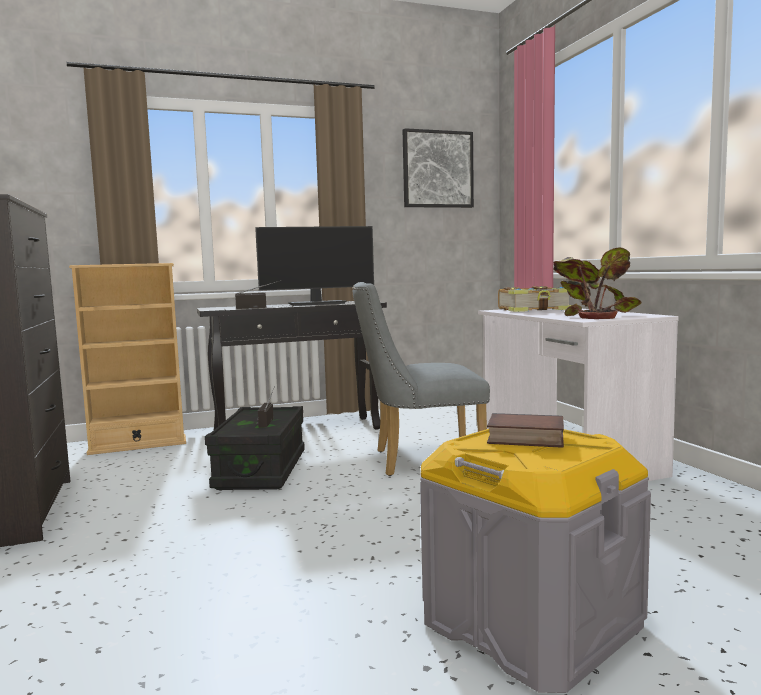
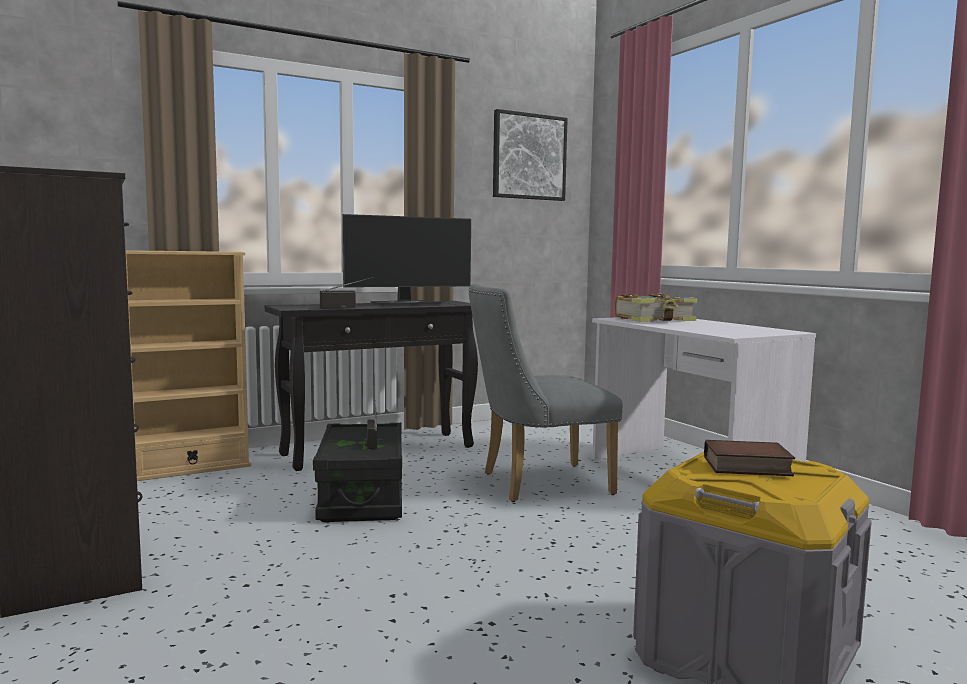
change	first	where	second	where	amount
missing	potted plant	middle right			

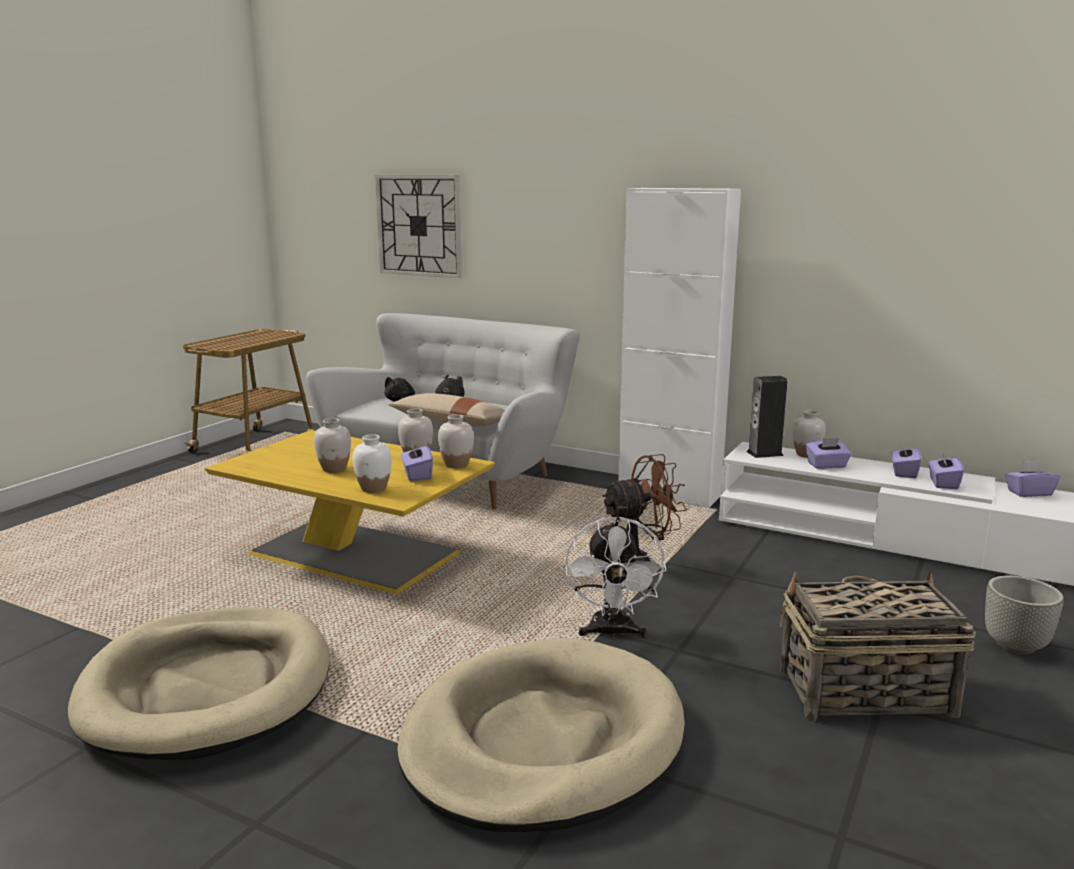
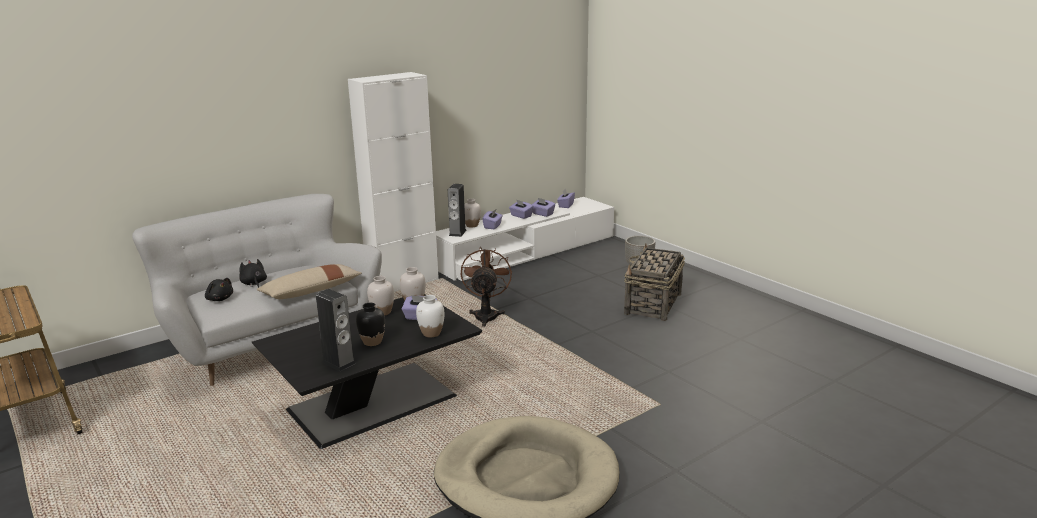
change	first	where	second	where	amount
colour	yellow coffee table	middle left	black coffee table	bottom centre	
colour	white vase (no. 1 from left)	middle left	black vase	centre	
missing	wall clock	top centre			
missing	beige dog bed (no. 2 from left)	bottom centre			
missing	white fan	centre			
appeared			speaker (no. 1 from left)	middle left	

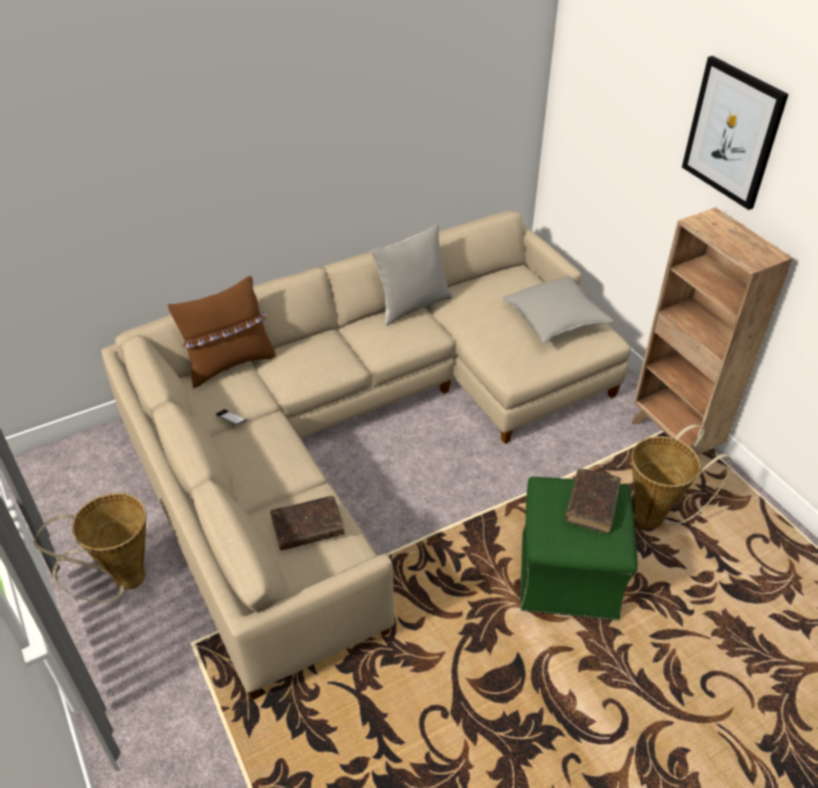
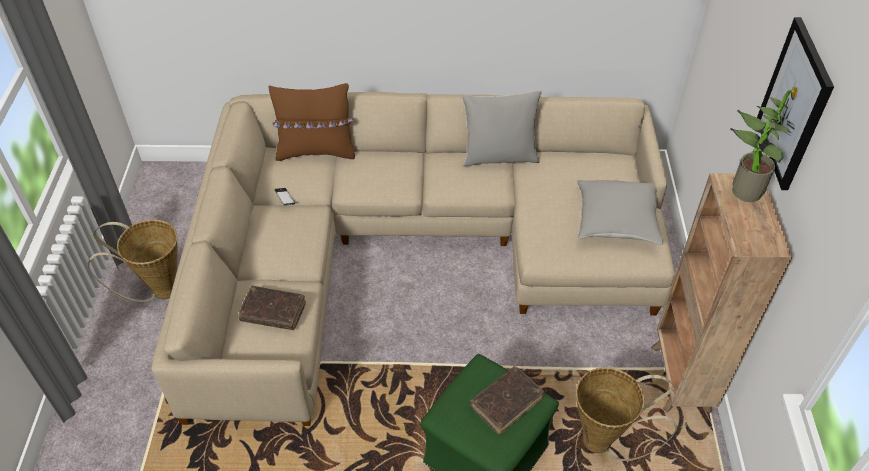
change	first	where	second	where	amount
appeared			potted plant	top right	

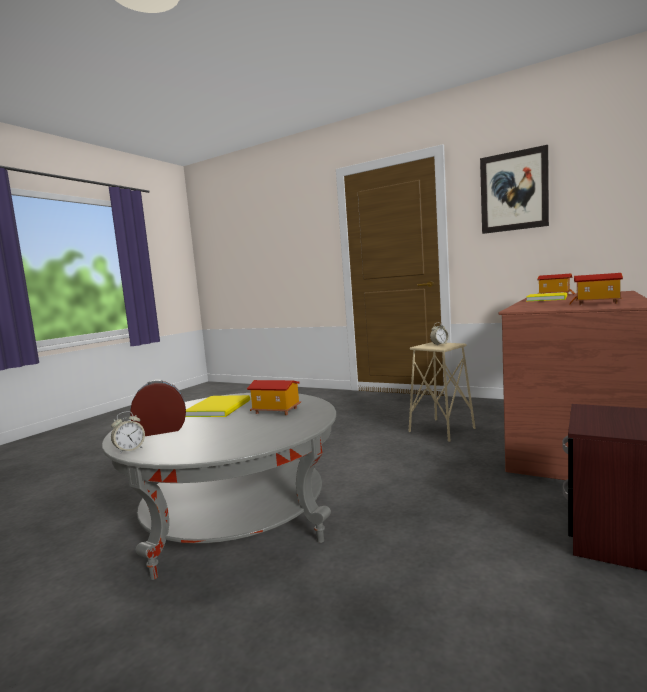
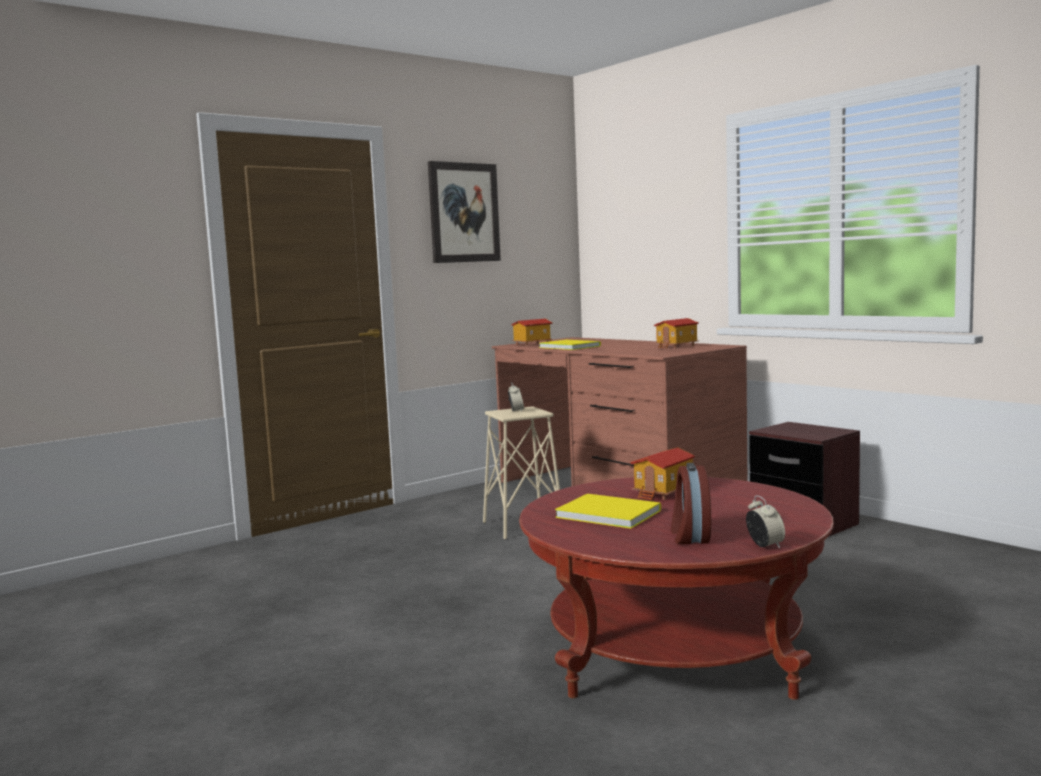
change	first	where	second	where	amount
colour	grey coffee table	bottom centre	red coffee table	bottom centre	

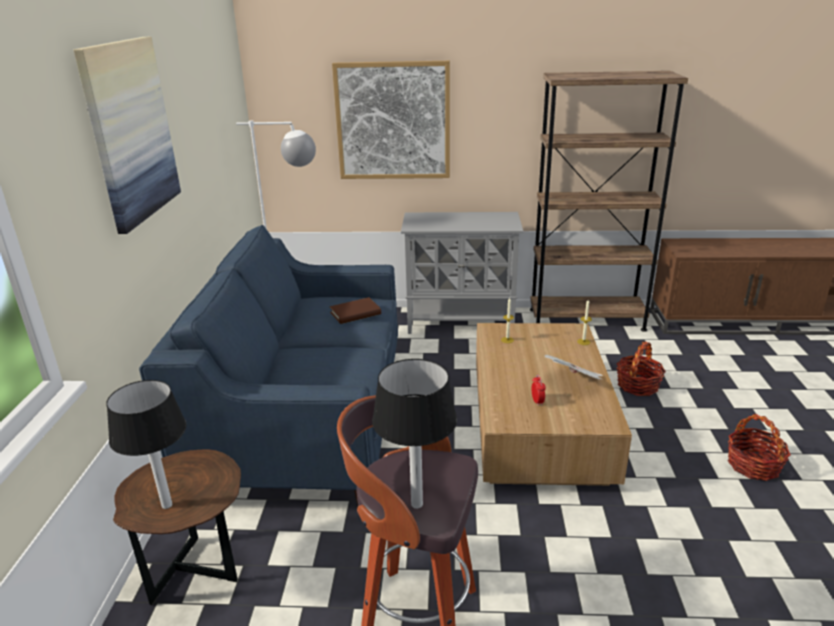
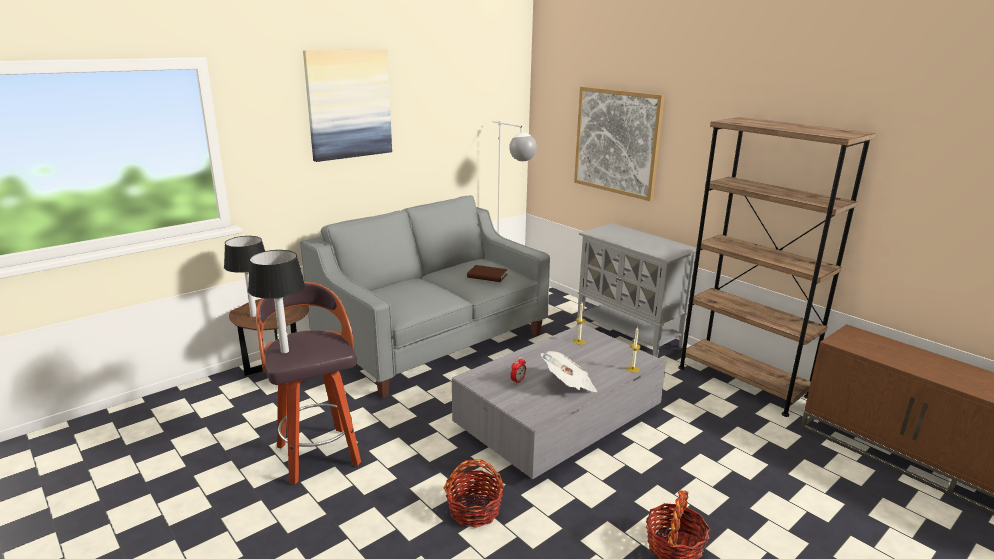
change	first	where	second	where	amount
colour	blue sofa	middle left	grey sofa	centre	
colour	brown coffee table	centre	grey coffee table	bottom centre	
relocated	basket (no. 1 from left)	middle right		bottom centre	

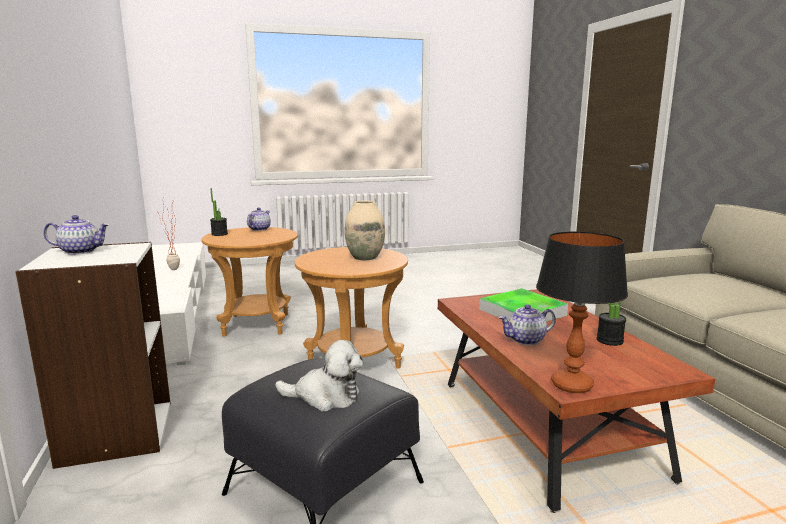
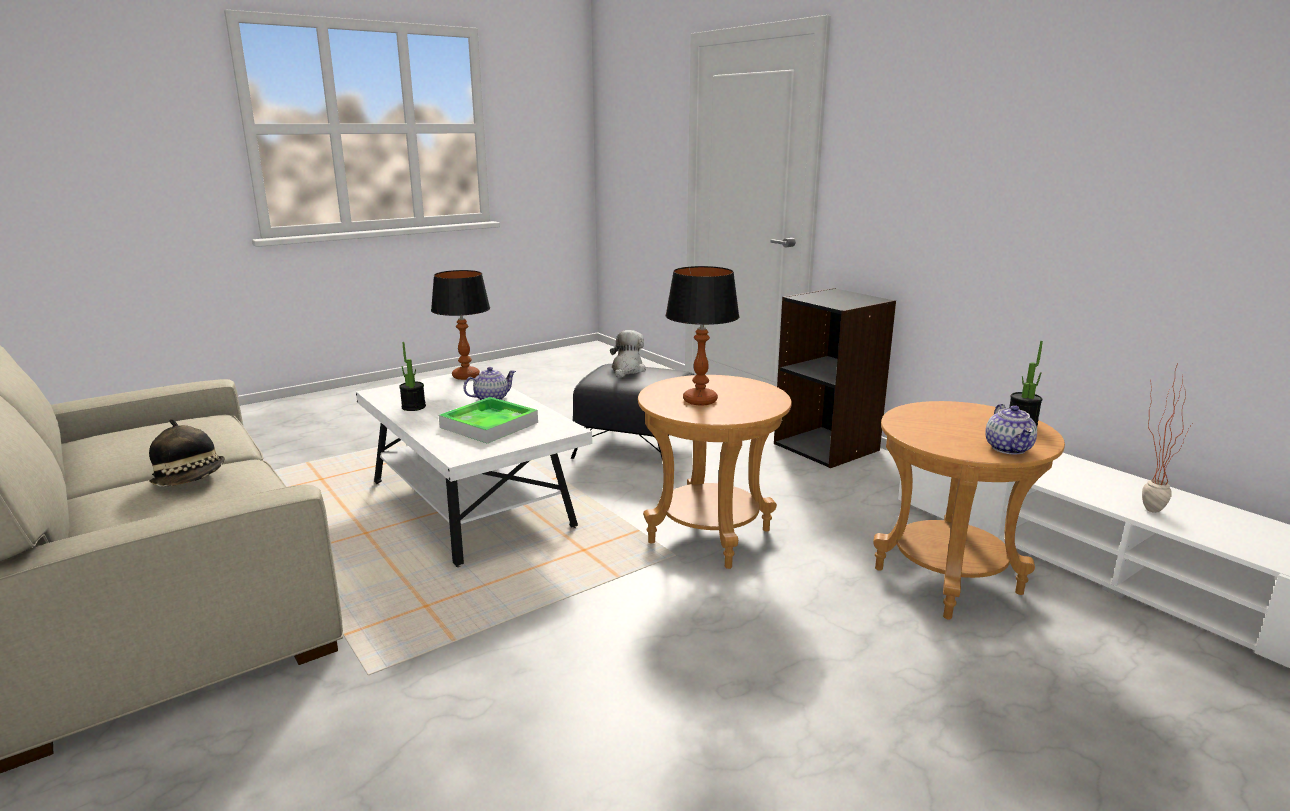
change	first	where	second	where	amount
colour	white bookcase	bottom left	black bookcase	centre	
missing	teapot (no. 1 from left)	middle left			
spun	plush toy	bottom centre		centre	120 degrees clockwise
exchanged	beige vase	centre	table lamp (no. 2 from left)	centre	
colour	brown coffee table	bottom right	white coffee table	centre	
appeared			hat	middle left	

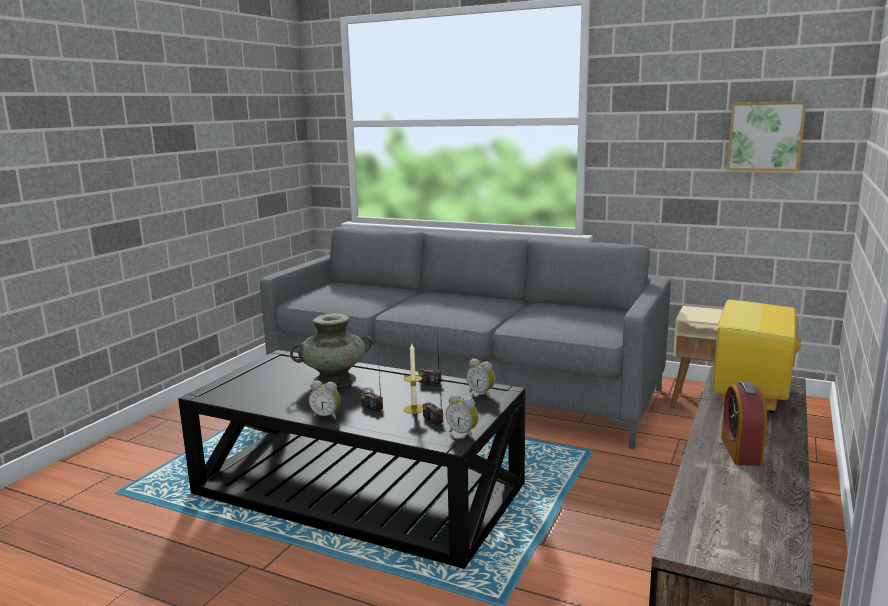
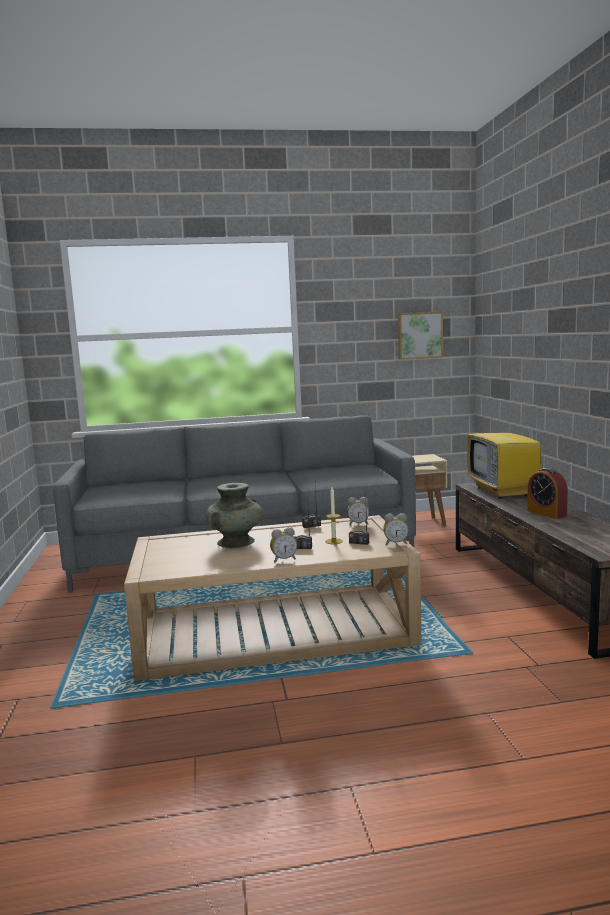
change	first	where	second	where	amount
colour	black coffee table	bottom centre	beige coffee table	centre	

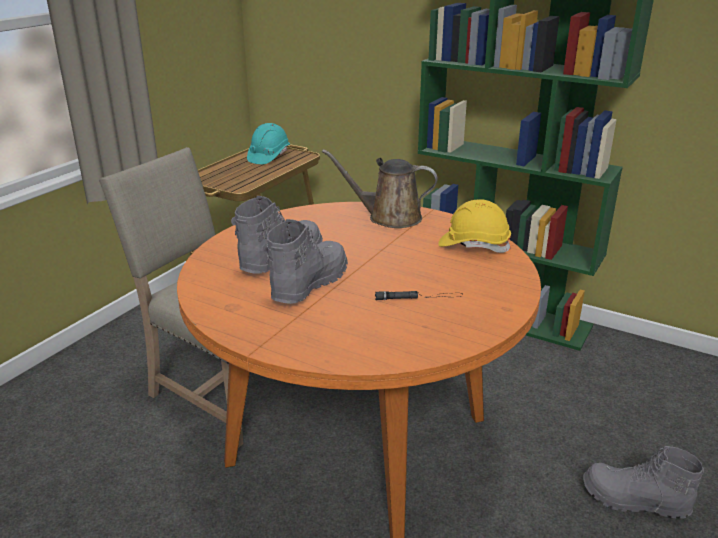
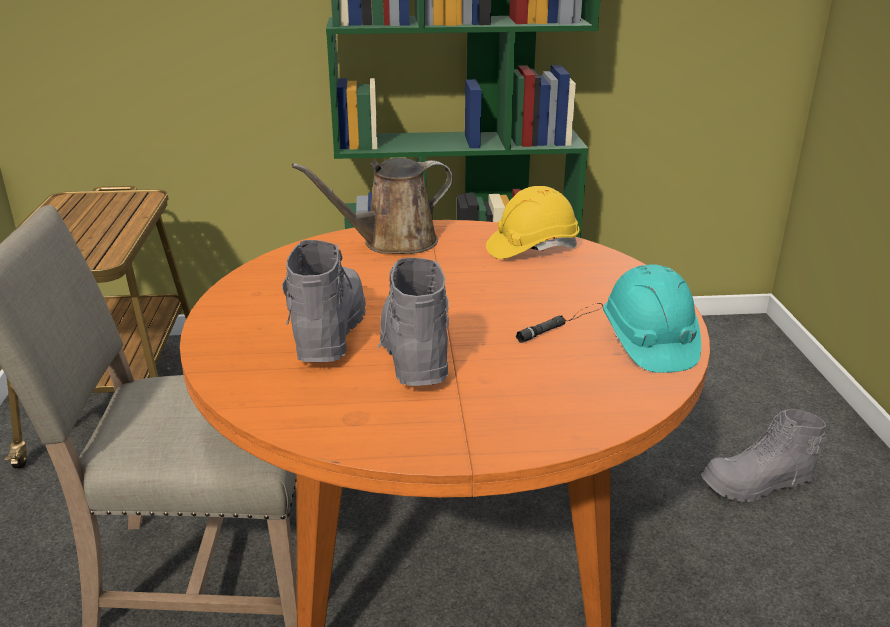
change	first	where	second	where	amount
relocated	turquoise hard hat	top centre		middle right	

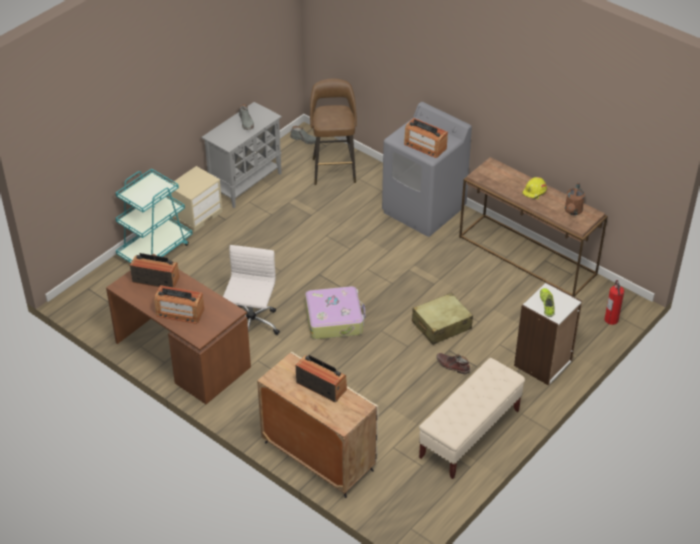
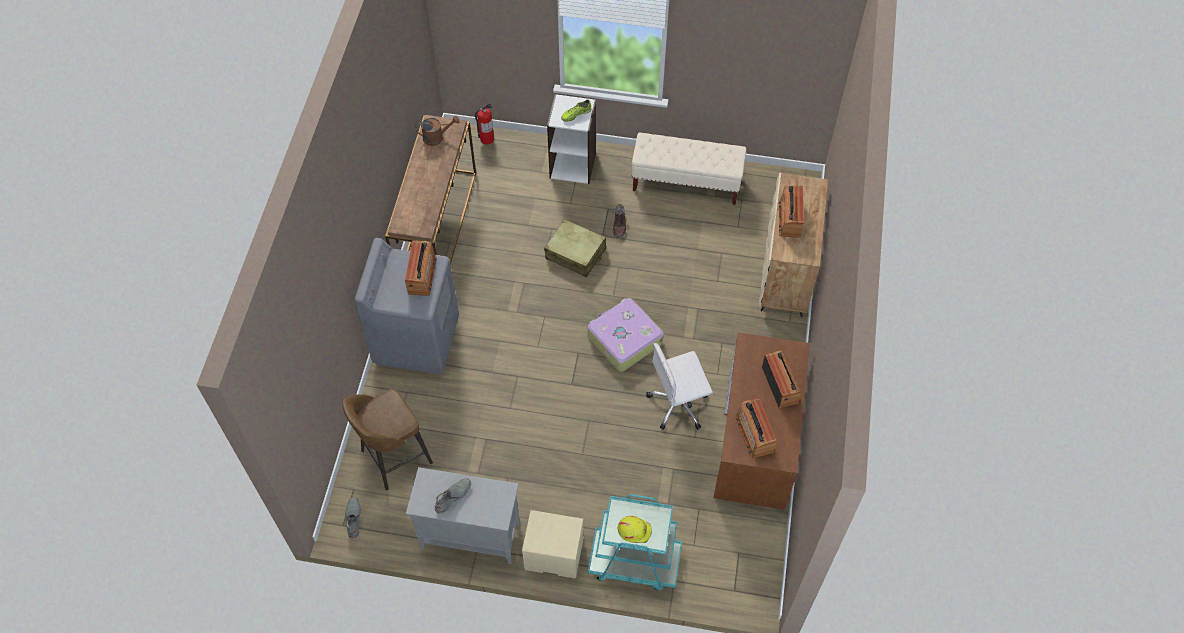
change	first	where	second	where	amount
relocated	yellow hard hat	middle right		bottom centre	

